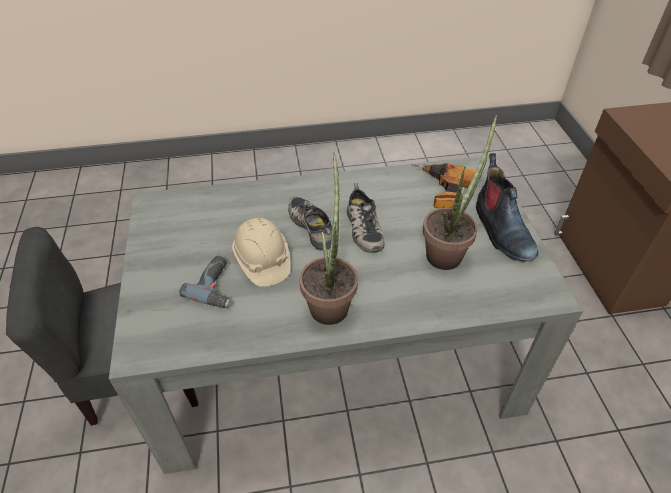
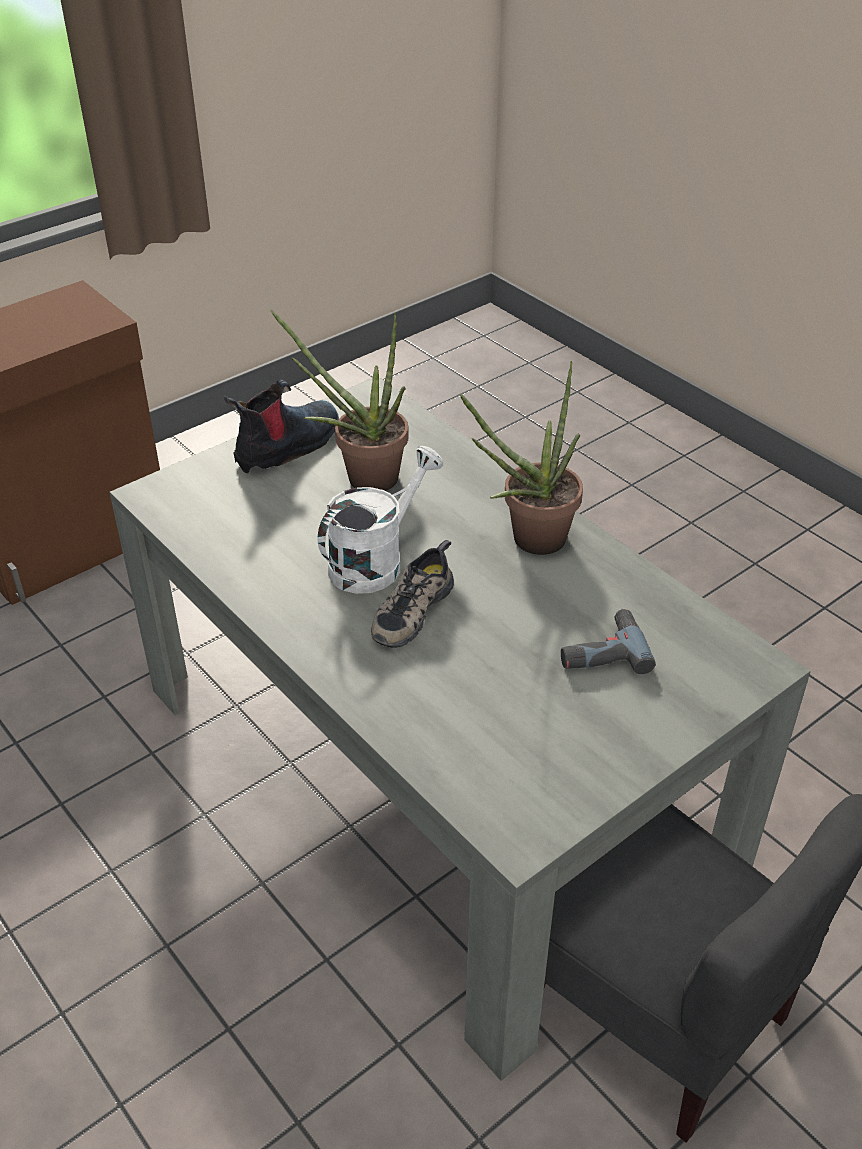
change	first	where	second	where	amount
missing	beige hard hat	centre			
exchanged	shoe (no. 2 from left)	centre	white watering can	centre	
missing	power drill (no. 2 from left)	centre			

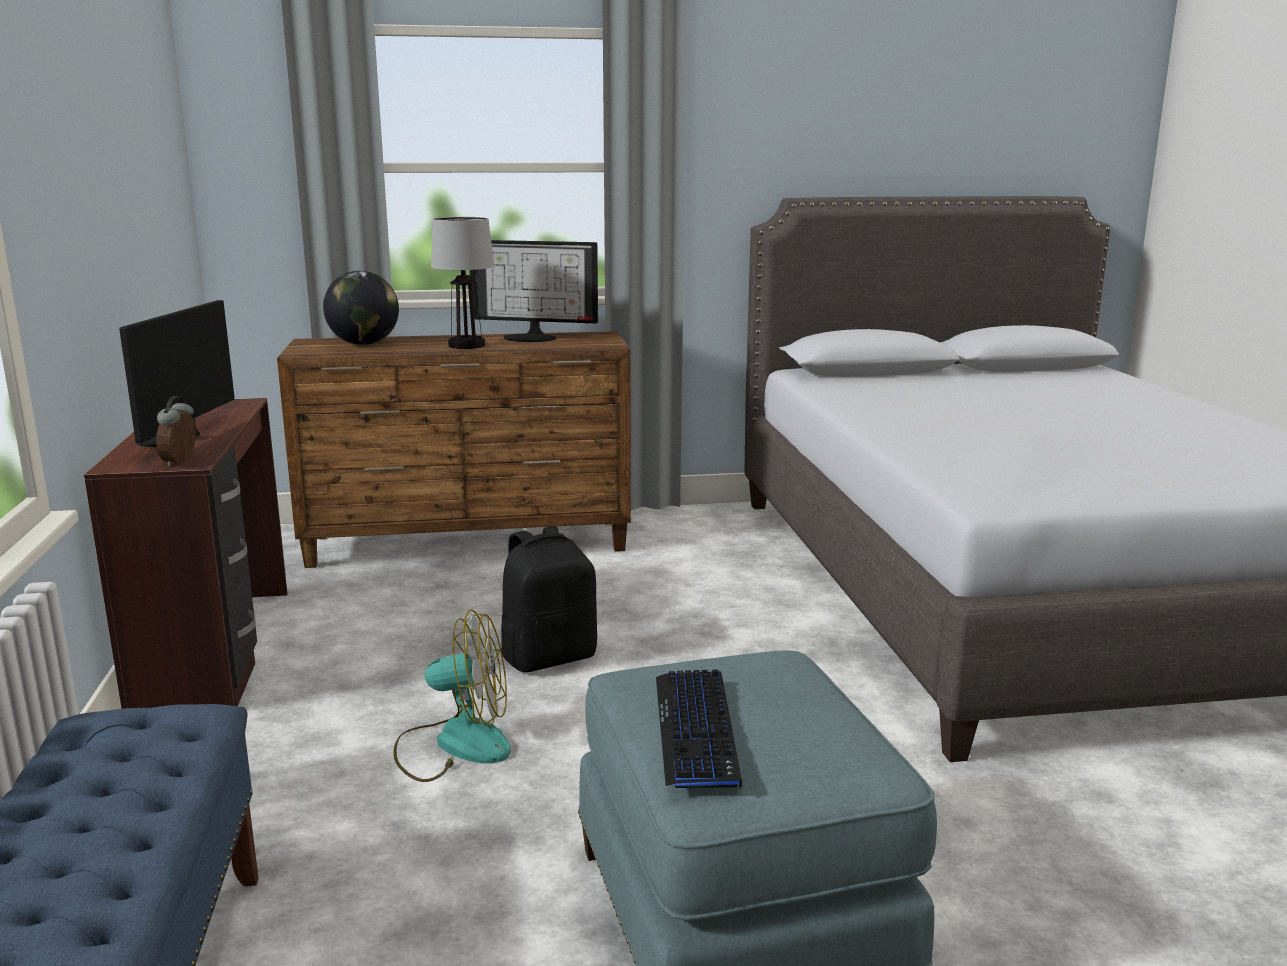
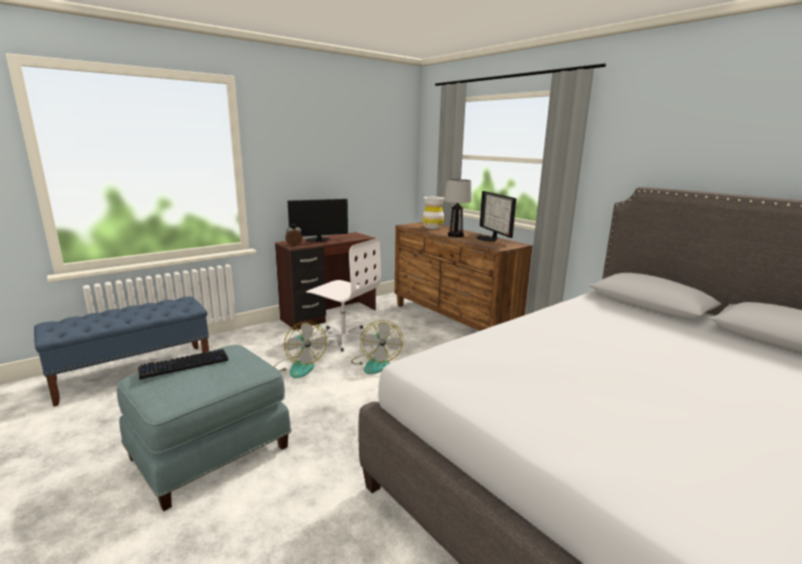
change	first	where	second	where	amount
exchanged	globe	top left	white vase	centre	
exchanged	black backpack	centre	fan (no. 2 from left)	centre	
appeared			white office chair	centre	

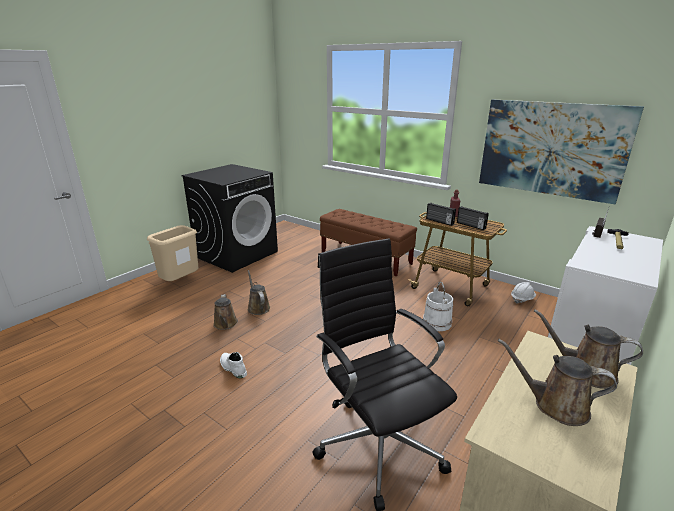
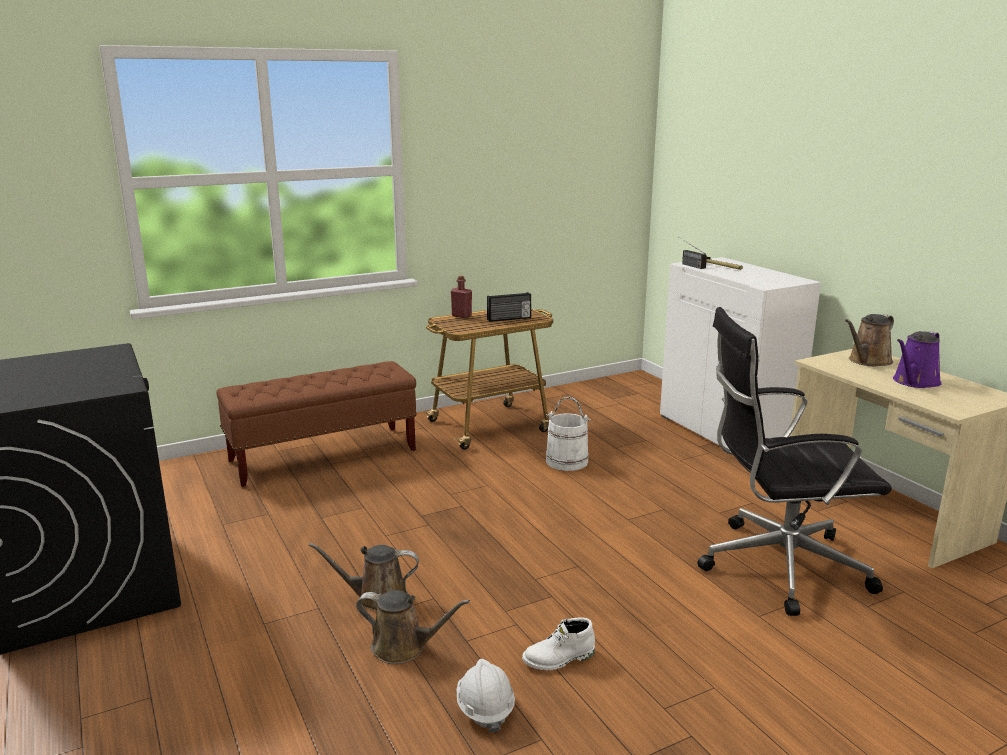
change	first	where	second	where	amount
missing	beige trash can	middle left			
missing	radio (no. 1 from left)	centre			
missing	picture	top right			
colour	brown watering can (no. 3 from left)	bottom right	purple watering can	middle right	
relocated	white hard hat	middle right		bottom centre	

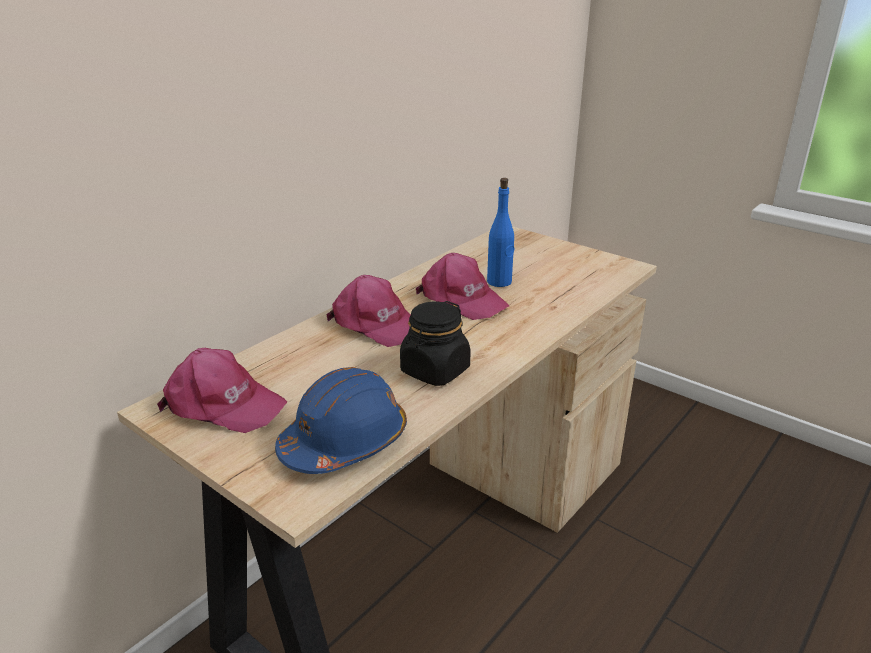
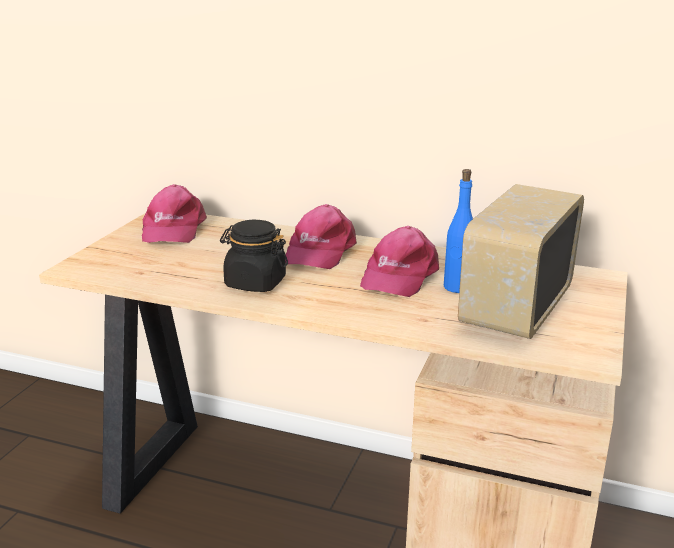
change	first	where	second	where	amount
missing	blue hard hat	centre			
appeared			radio	middle right	

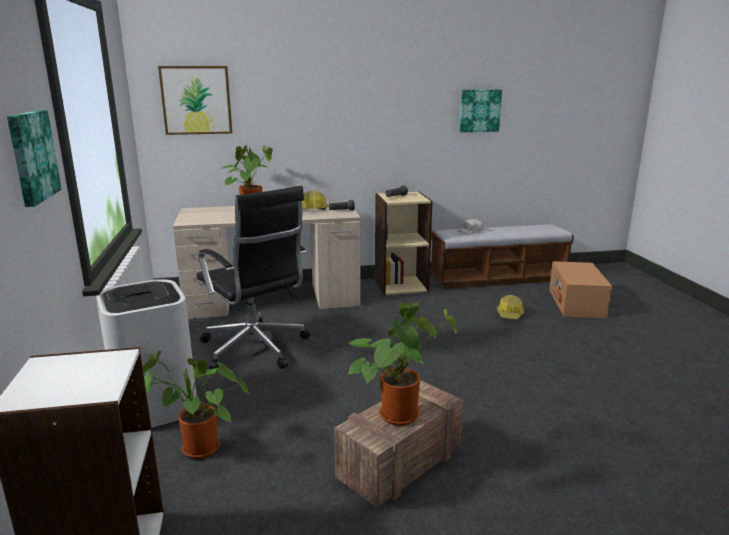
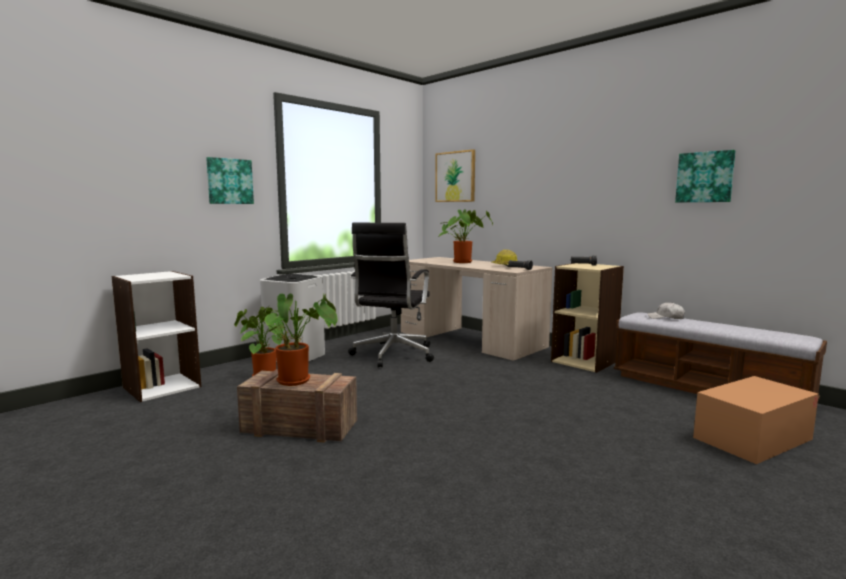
change	first	where	second	where	amount
missing	hard hat (no. 2 from left)	middle right			

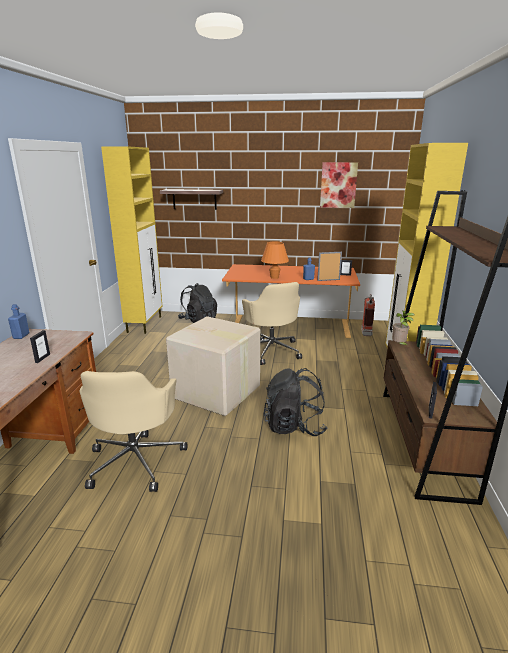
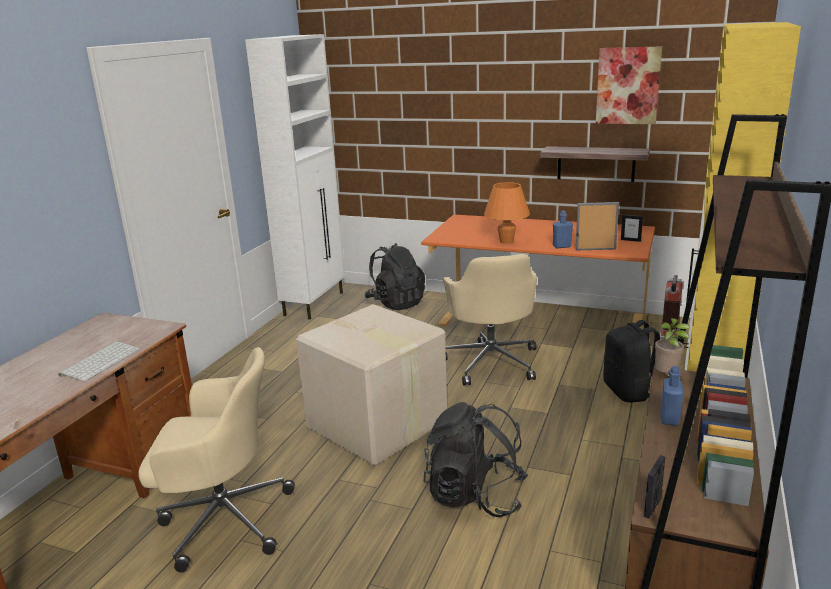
change	first	where	second	where	amount
relocated	blue bottle (no. 1 from left in the first image)	middle left	blue bottle (no. 2 from left)	bottom right	
exchanged	picture frame (no. 1 from left)	middle left	keyboard	middle left	
spun	beige office chair (no. 1 from left)	middle left		bottom left	105 degrees counterclockwise
colour	yellow cabinet (no. 1 from left)	middle left	white cabinet	top centre	
relocated	shelf	top centre		top right	
appeared			black backpack (no. 3 from left)	middle right	

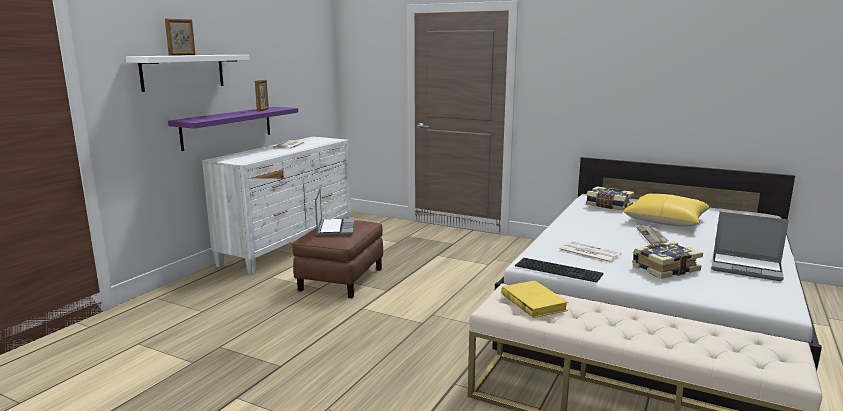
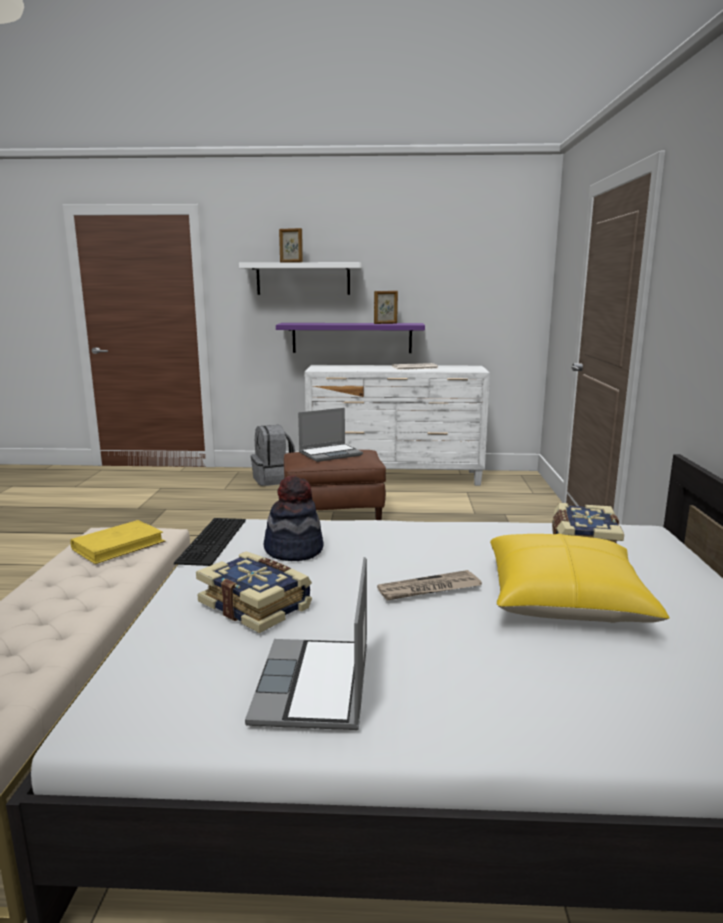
change	first	where	second	where	amount
exchanged	newspaper (no. 2 from left)	middle right	hat	centre	
appeared			grey backpack	centre	

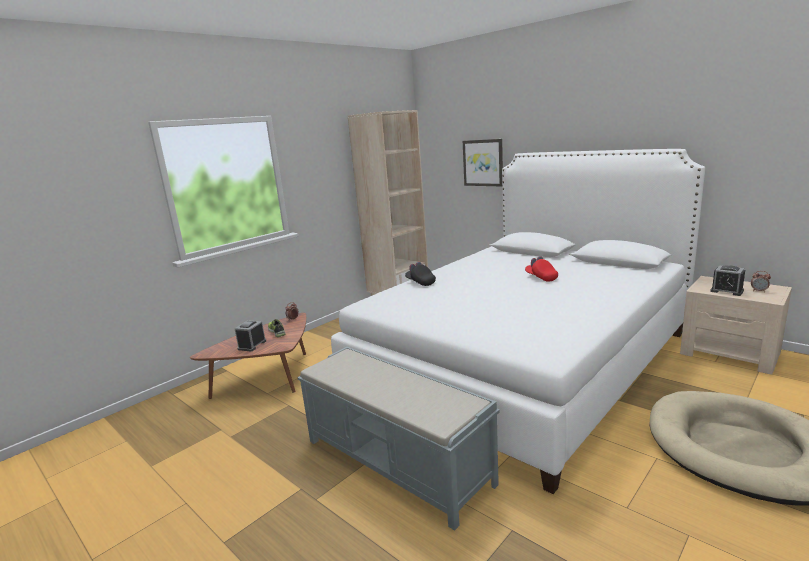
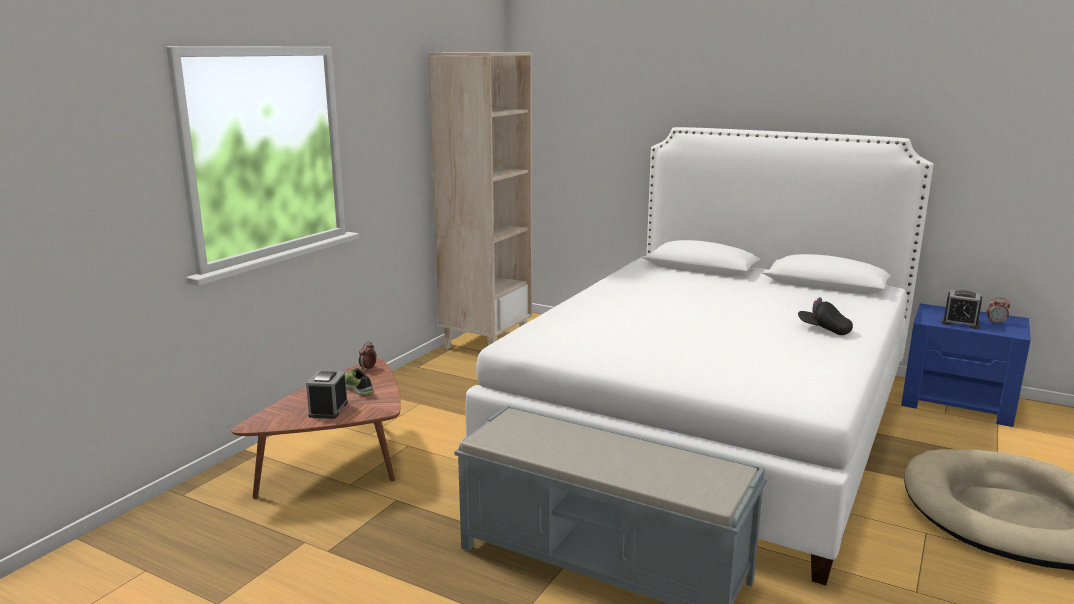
change	first	where	second	where	amount
relocated	black cap	centre		middle right	
missing	picture	top centre			
missing	red cap	middle right			
colour	beige nightstand	middle right	blue nightstand	middle right	

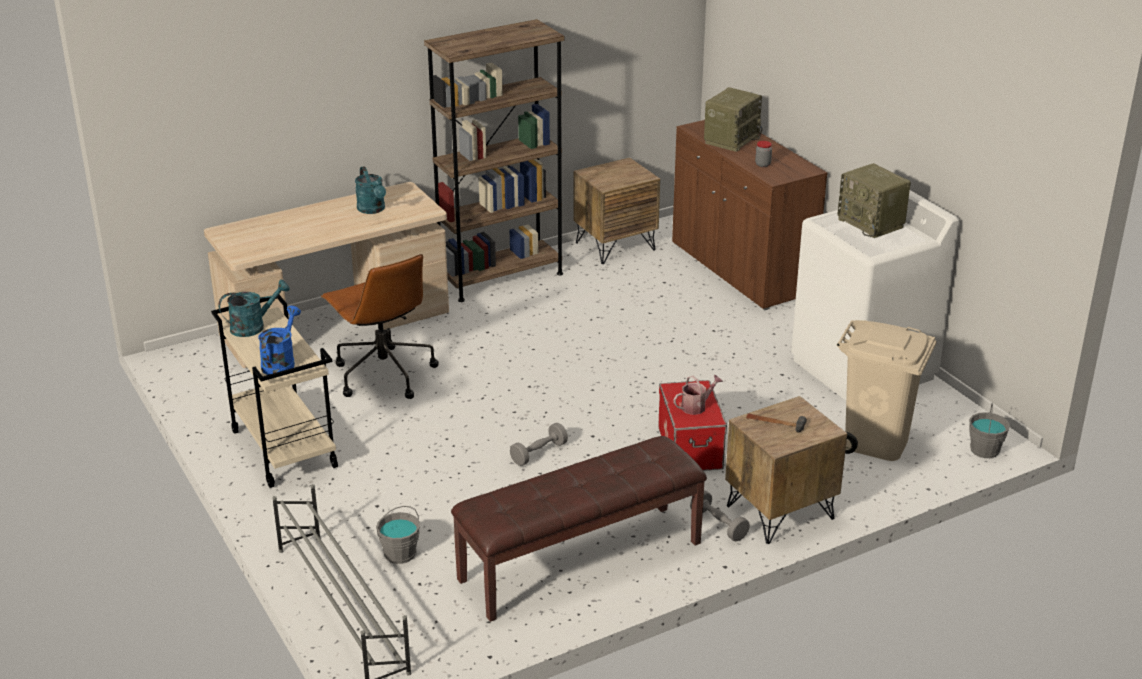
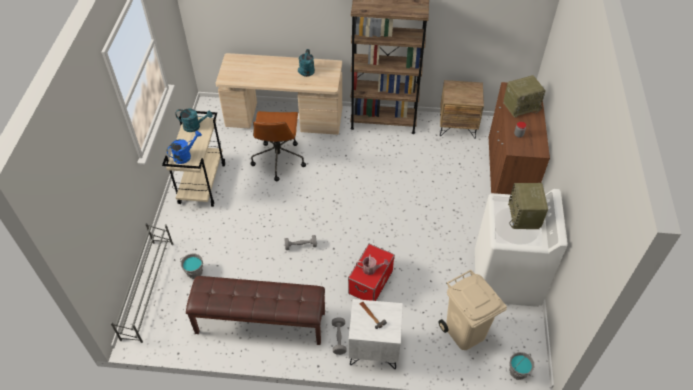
change	first	where	second	where	amount
colour	brown nightstand (no. 2 from left)	bottom right	white nightstand	bottom centre	

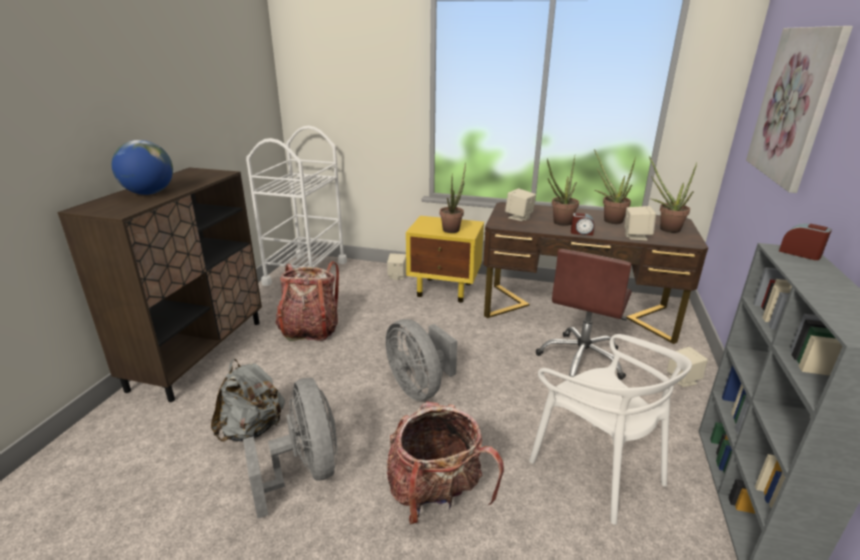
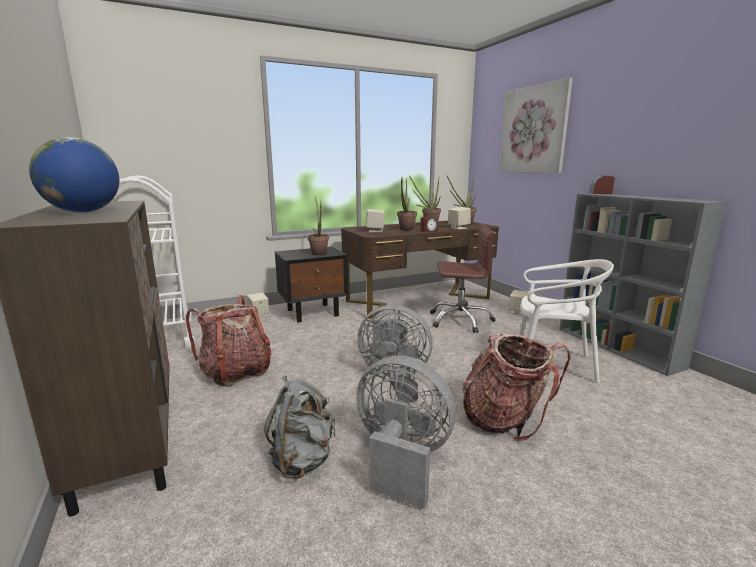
change	first	where	second	where	amount
colour	yellow nightstand	centre	black nightstand	centre	
spun	brown office chair	middle right		centre	75 degrees counterclockwise

